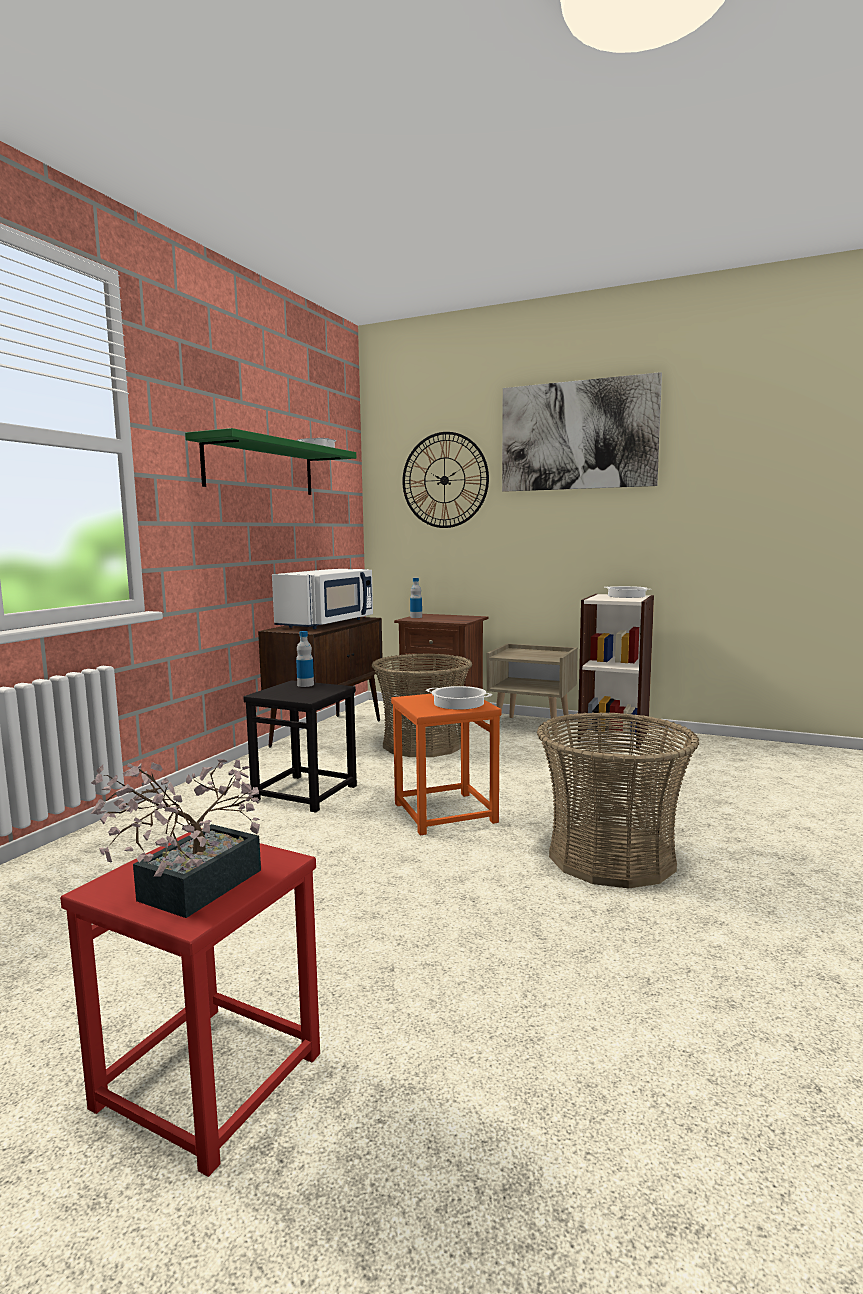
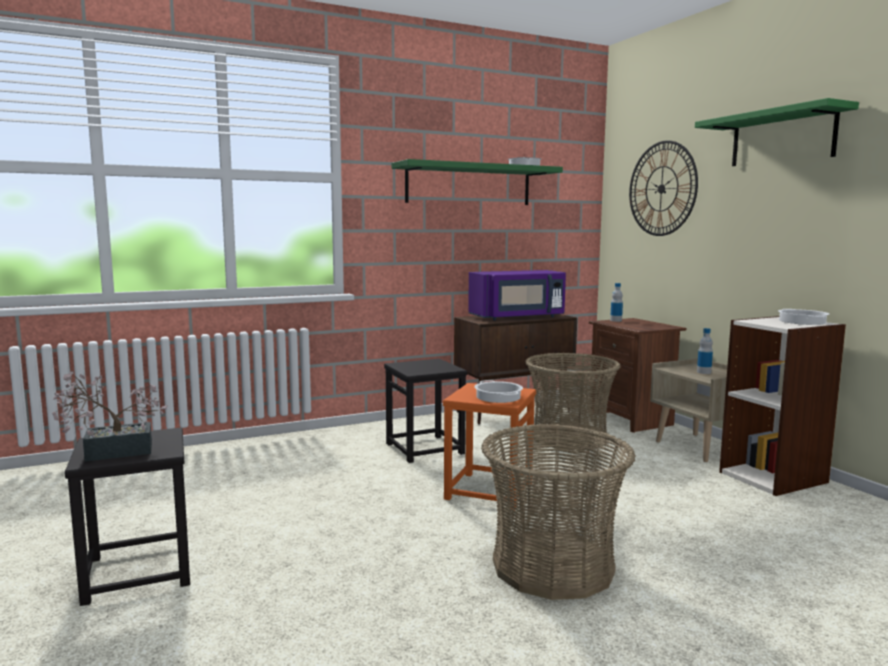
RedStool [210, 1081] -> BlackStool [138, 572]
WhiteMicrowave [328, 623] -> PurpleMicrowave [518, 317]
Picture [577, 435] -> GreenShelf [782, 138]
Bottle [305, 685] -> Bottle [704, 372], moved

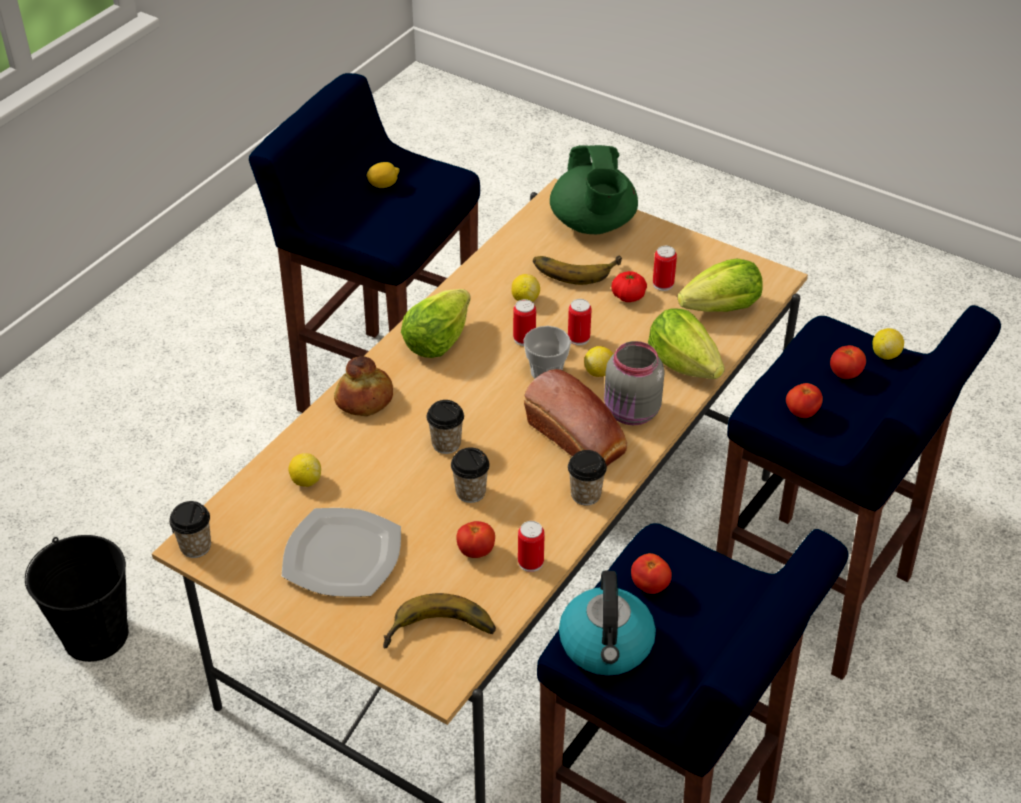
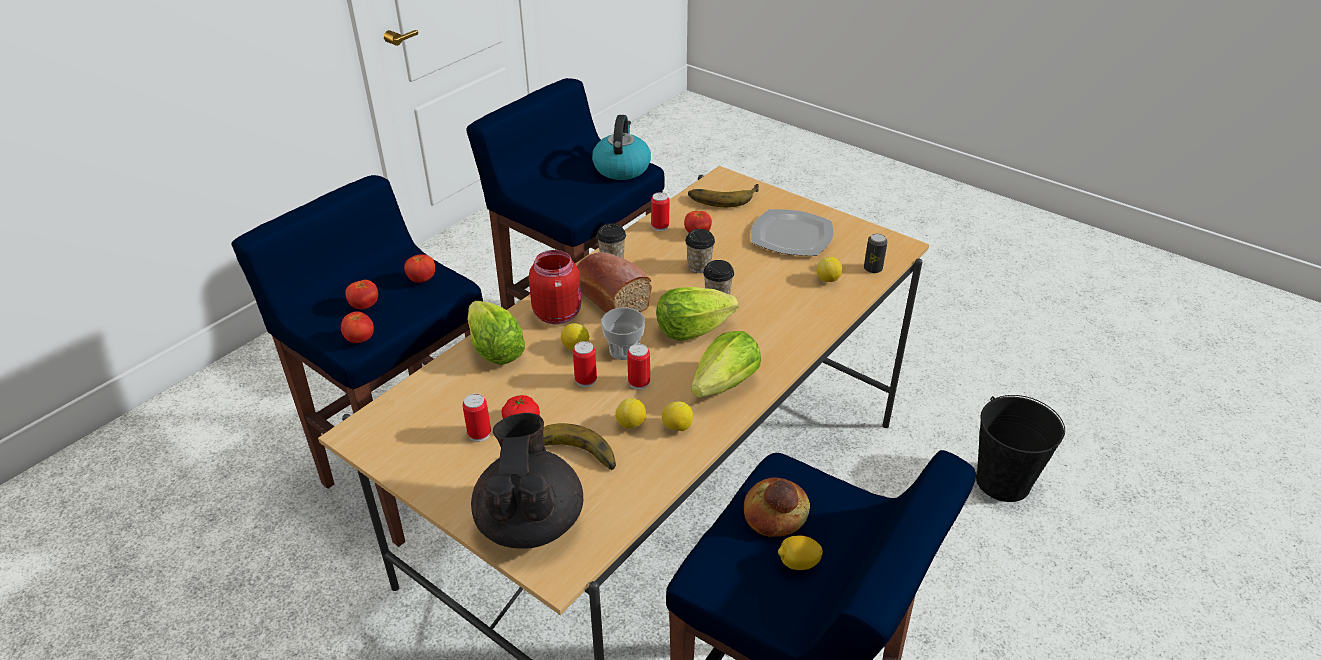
Tomato [650, 586] -> Tomato [360, 339], moved
GreenTeapot [593, 224] -> BlackTeapot [530, 521]
GreyJar [631, 413] -> RedJar [558, 313]
Lettuce [722, 308] -> Lettuce [691, 330], moved
Lemon [885, 354] -> Lemon [677, 427], moved
Bread [365, 399] -> Bread [774, 513], moved
none -> Can [873, 268]
Cup [195, 546] -> none

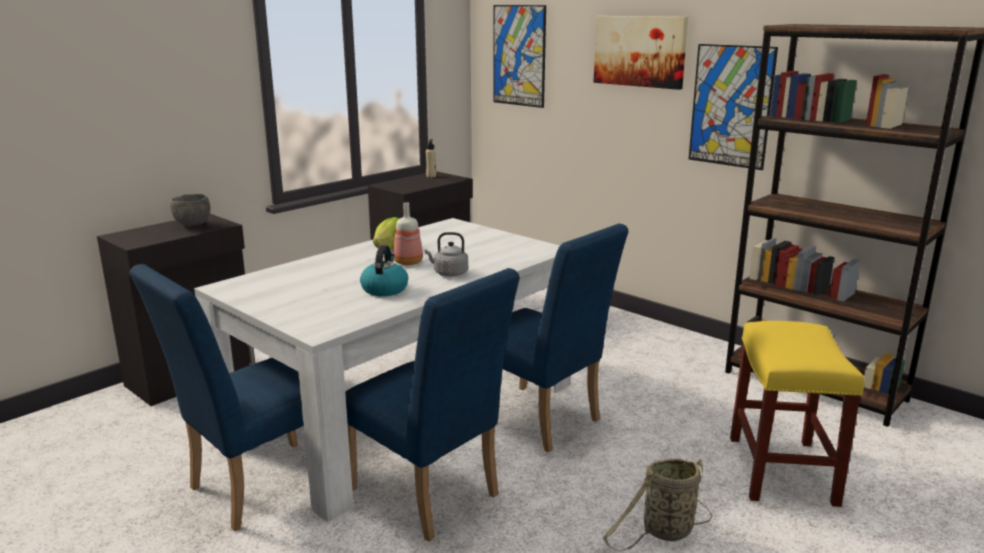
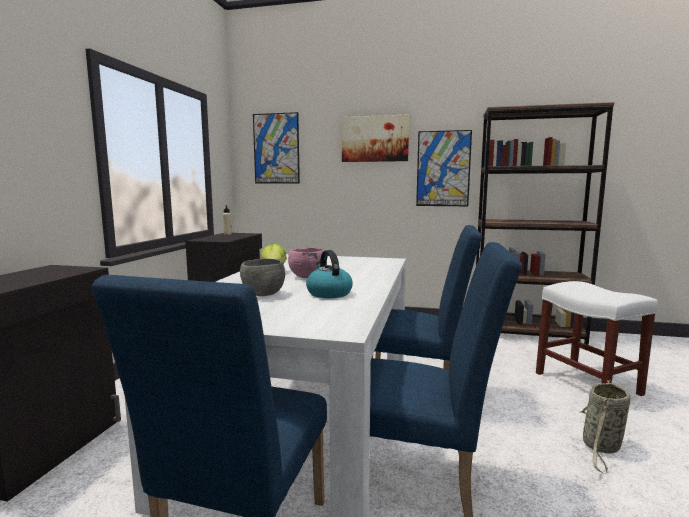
GreyBowl [192, 225] -> GreyBowl [263, 294], moved
Bottle [407, 262] -> PinkBowl [307, 277]
YellowStool [782, 471] -> WhiteStool [588, 384]
GreyKettle [449, 273] -> none

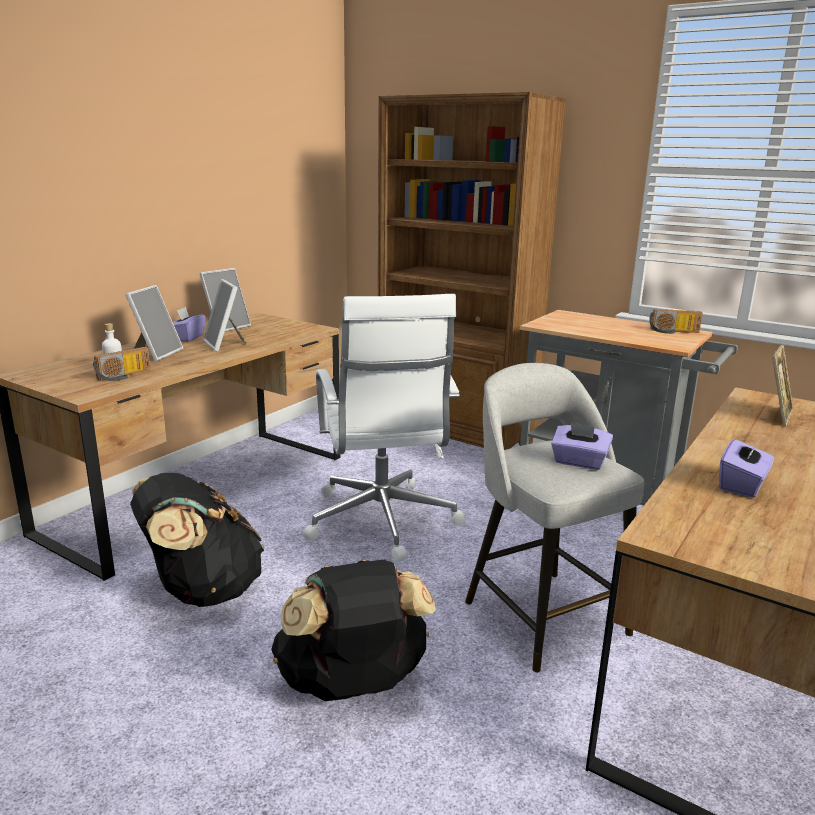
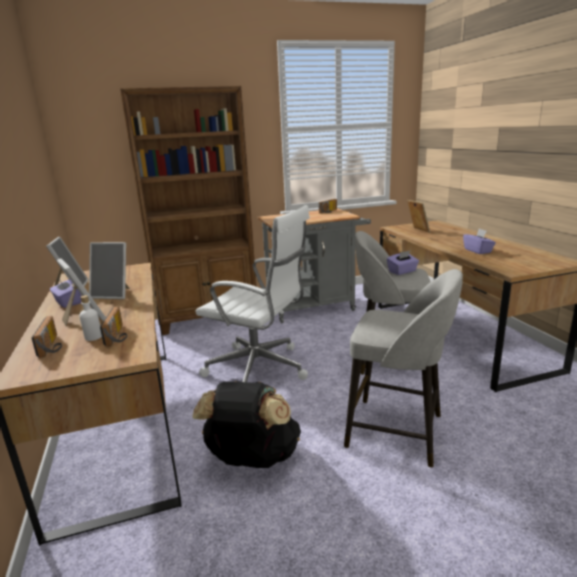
none -> Radio [53, 346]
BlackBackpack [353, 685] -> GreyStool [398, 431]

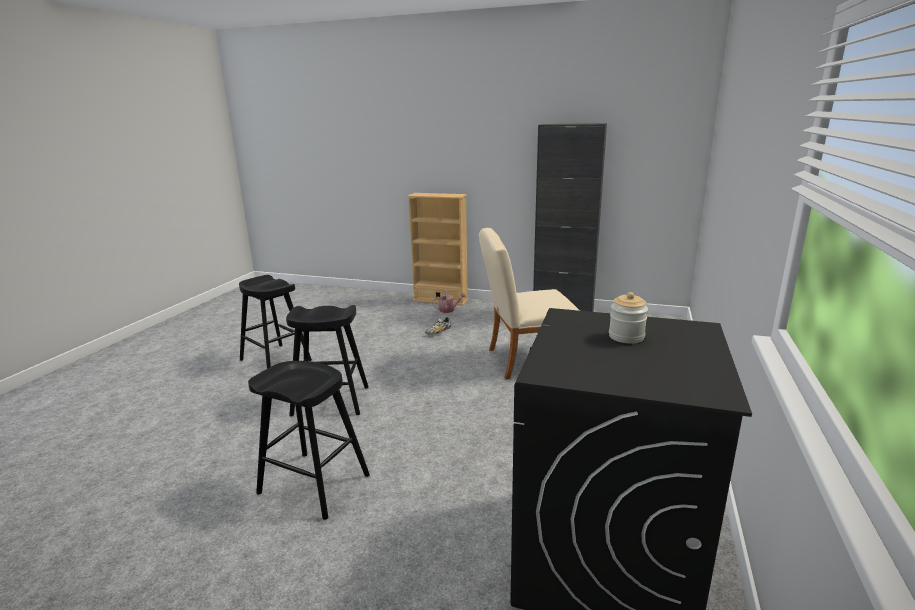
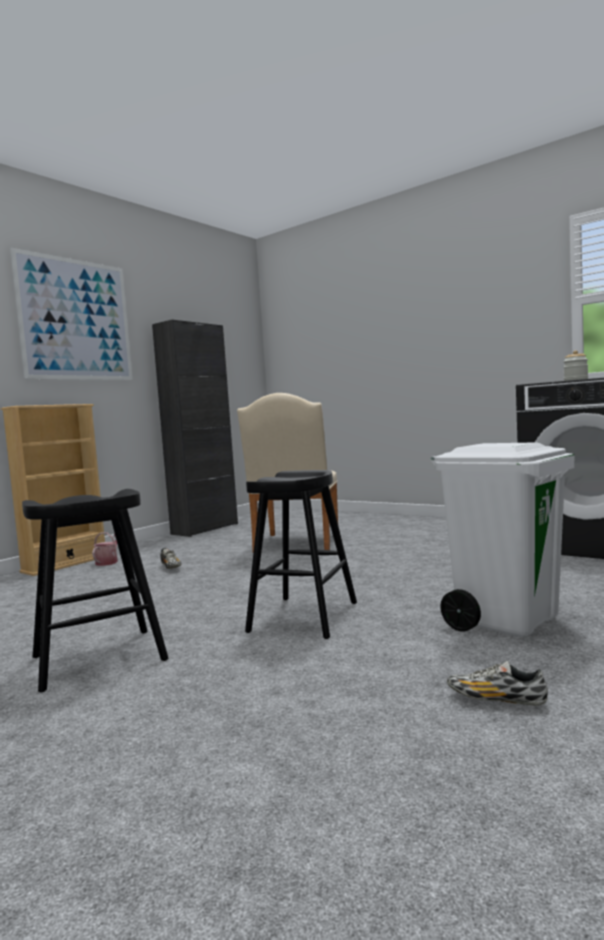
none -> Picture [76, 319]
BlackStool [314, 484] -> WhiteTrashCan [506, 620]
none -> Shoe [496, 700]

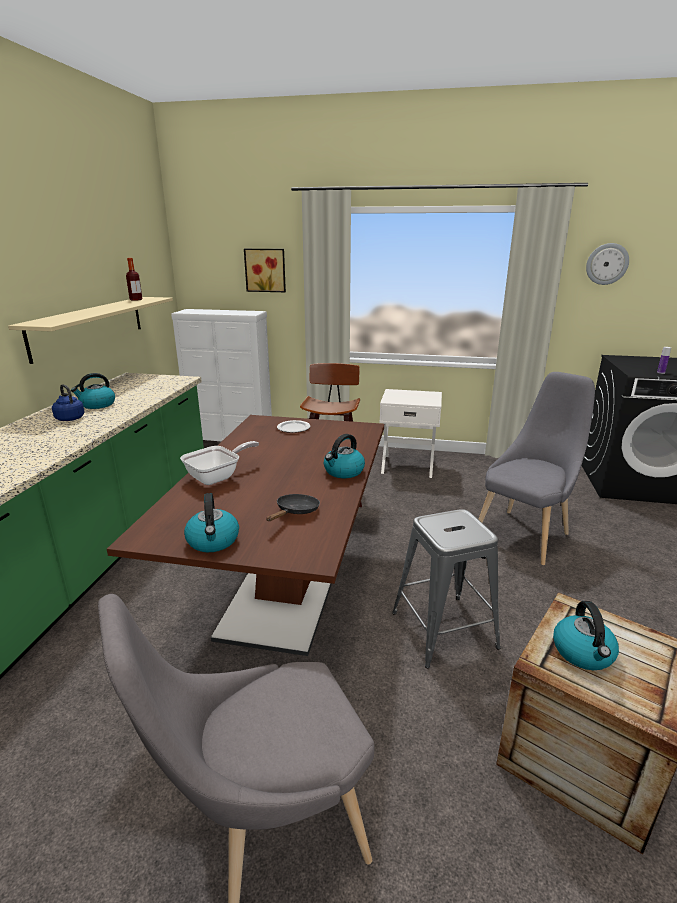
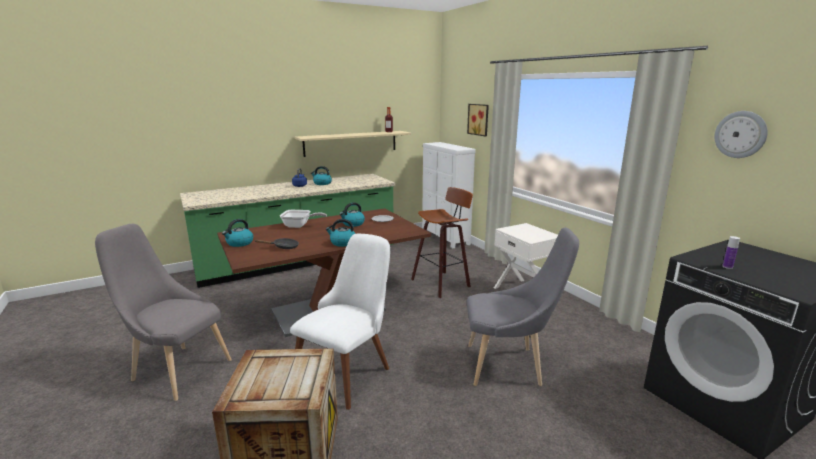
GreyStool [443, 630] -> WhiteChair [349, 368]
Kettle [583, 653] -> Kettle [353, 224], moved

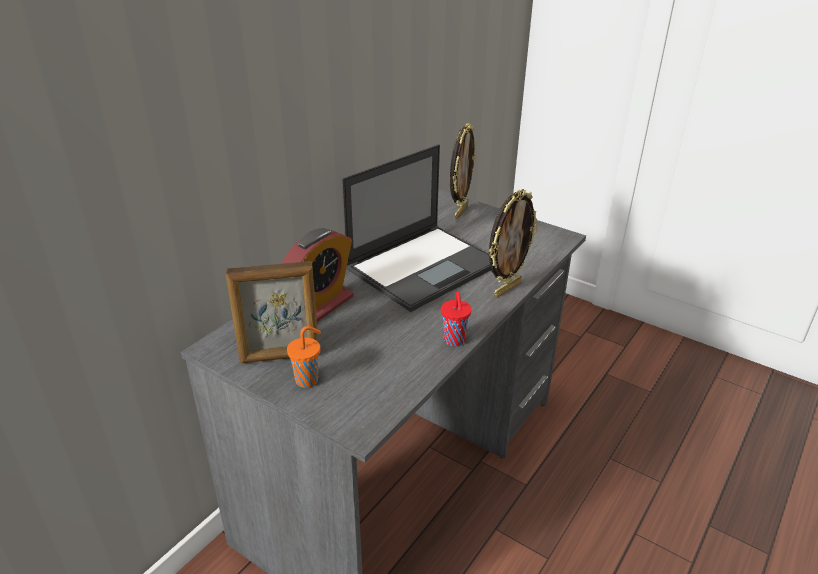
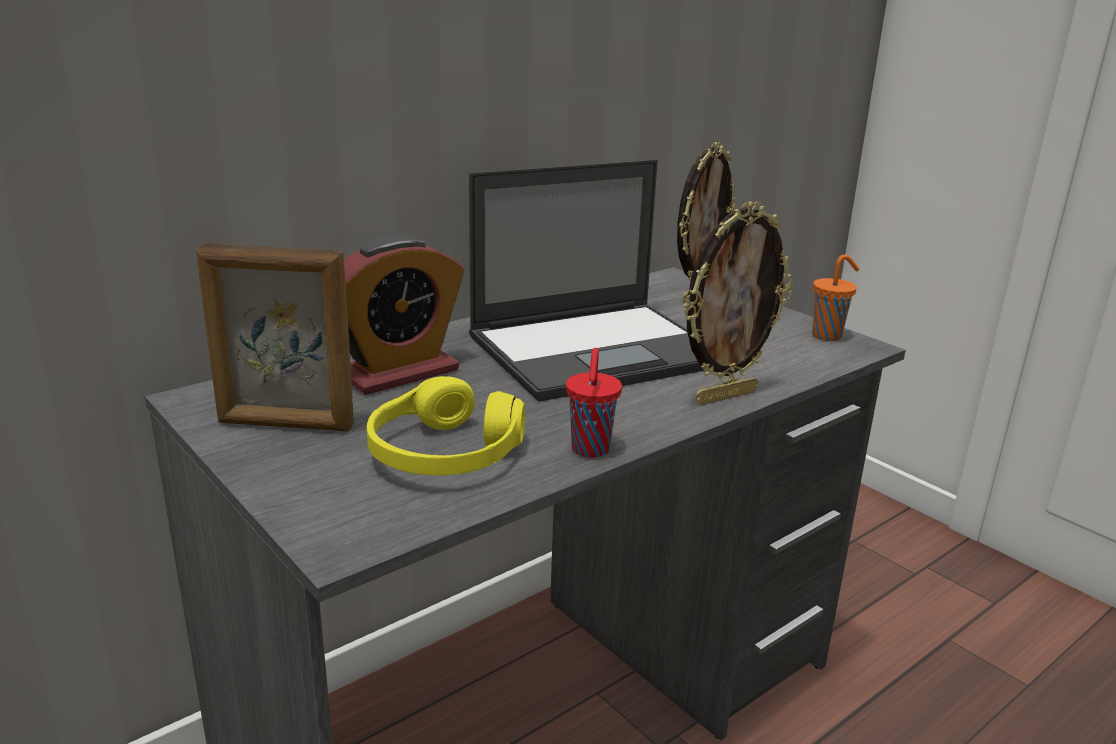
none -> YellowHeadphones [444, 453]
OrangeCup [308, 380] -> OrangeCup [828, 336], moved

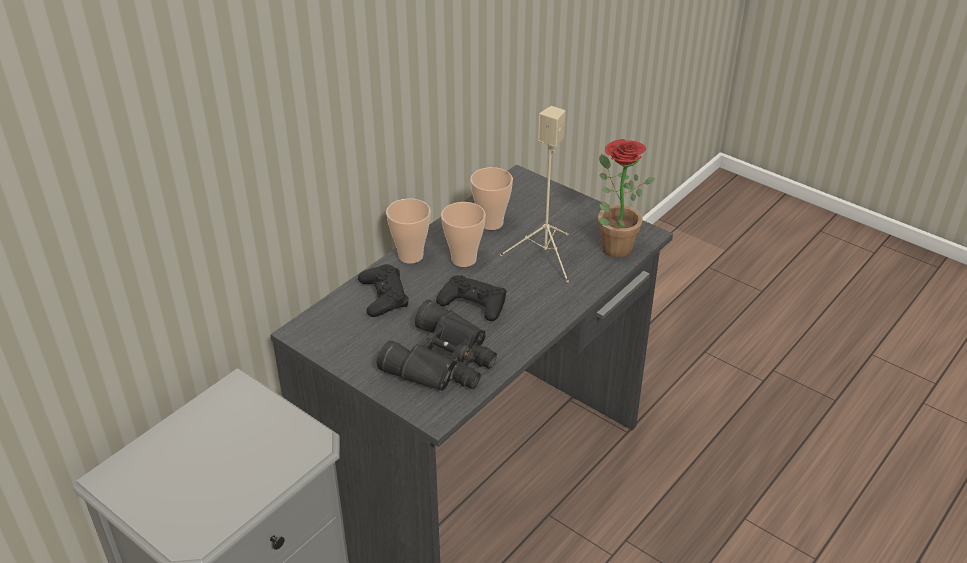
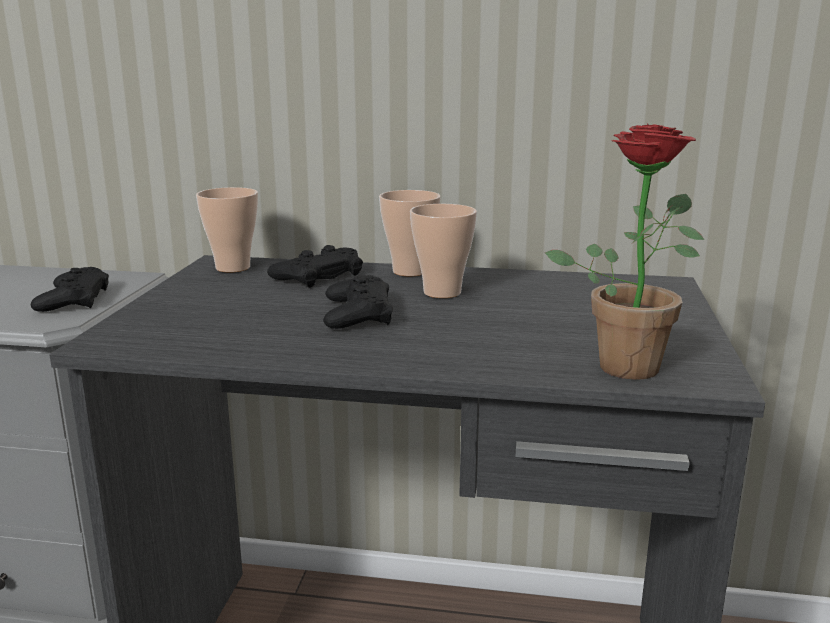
none -> BlackGameController [73, 299]
Cup [491, 223] -> Cup [233, 267], moved
BlackBinoculars [444, 361] -> none
BeigeSpeaker [546, 257] -> none

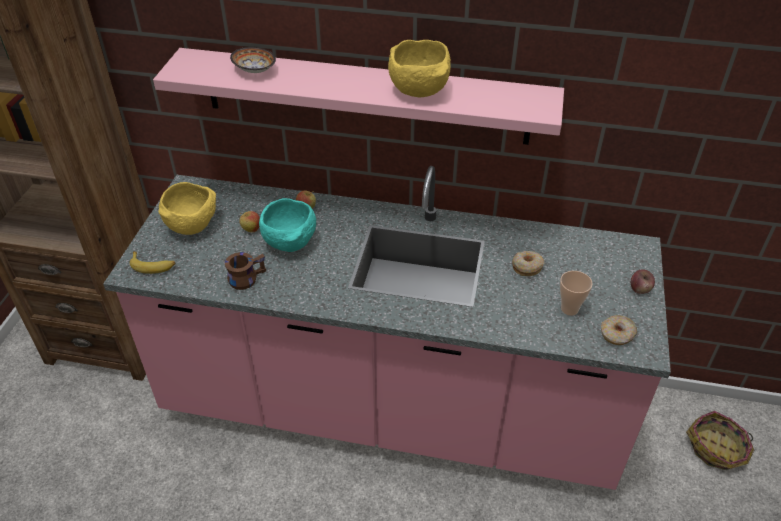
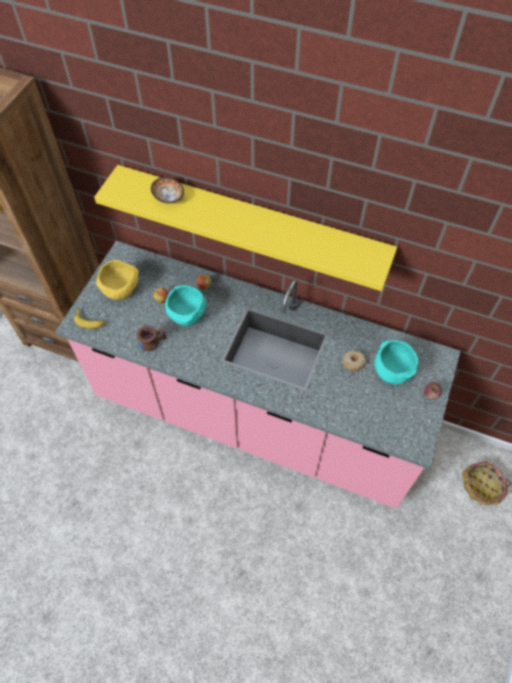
PinkShelf [365, 96] -> YellowShelf [251, 221]
none -> TurquoiseBowl [391, 371]
YellowBowl [420, 91] -> none
Cup [569, 309] -> none
Donut [617, 335] -> none

